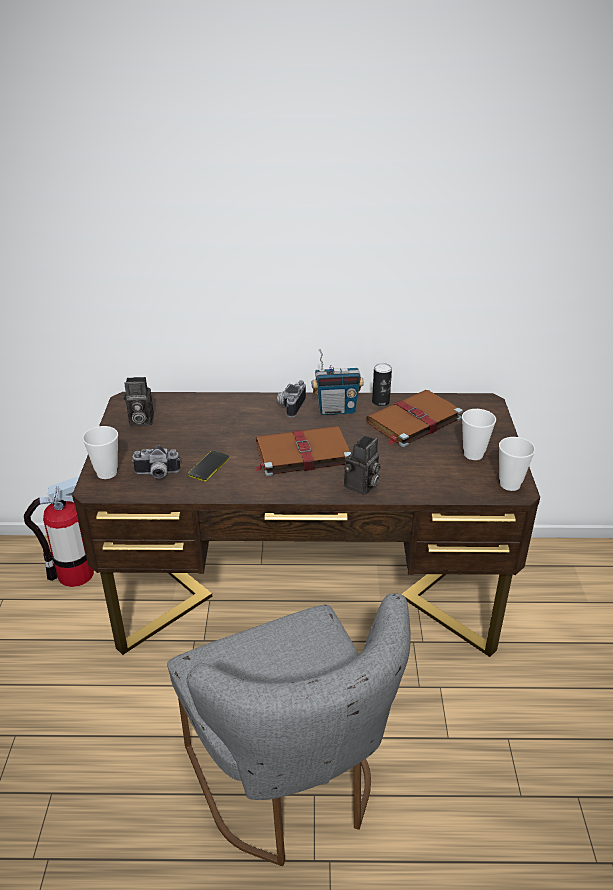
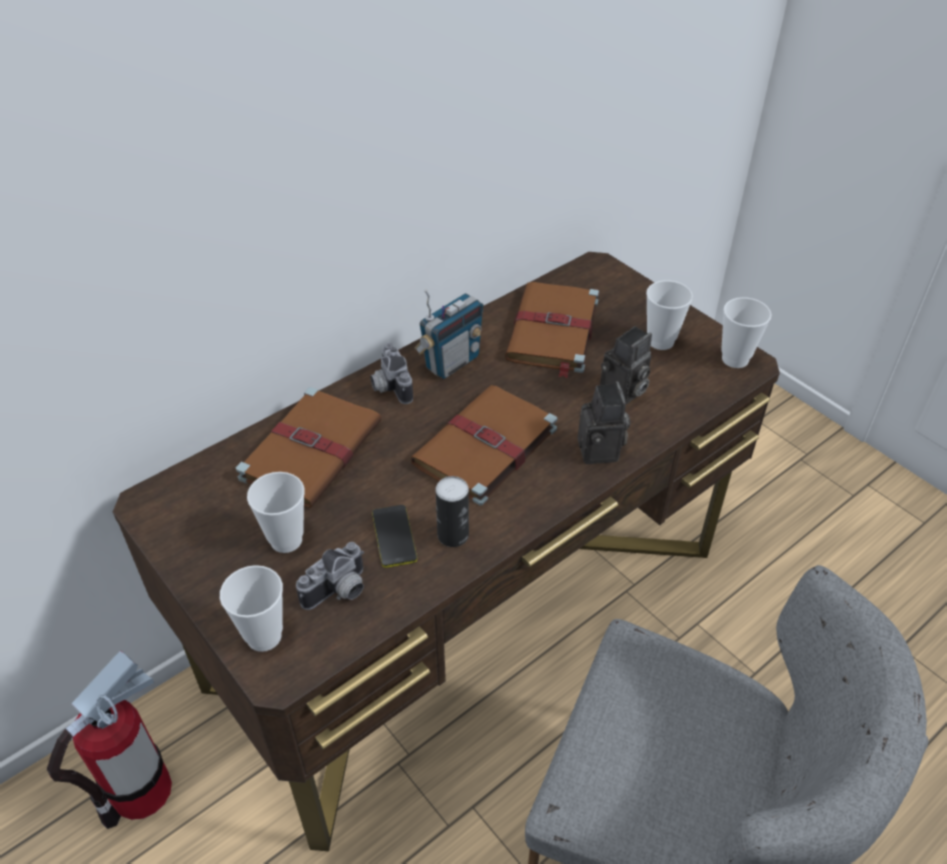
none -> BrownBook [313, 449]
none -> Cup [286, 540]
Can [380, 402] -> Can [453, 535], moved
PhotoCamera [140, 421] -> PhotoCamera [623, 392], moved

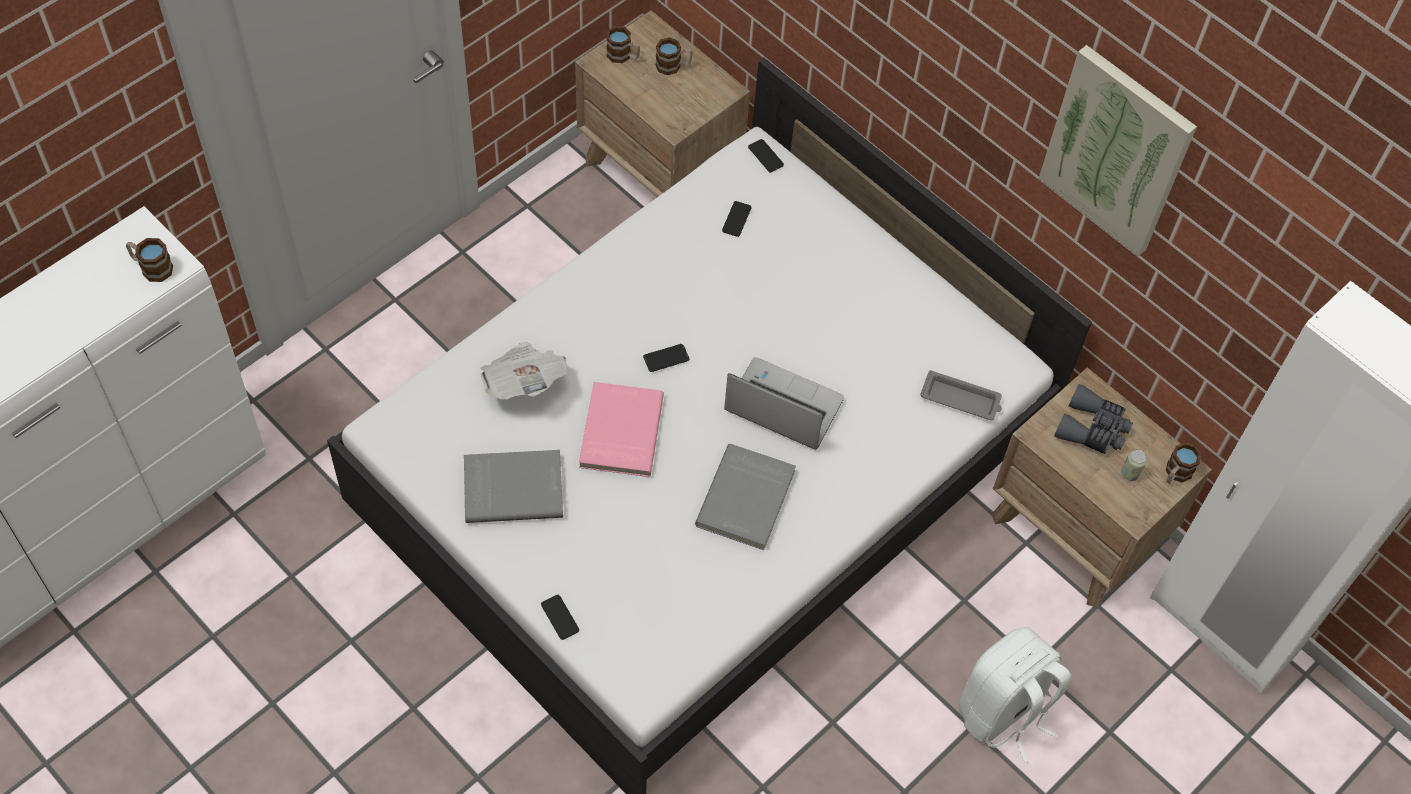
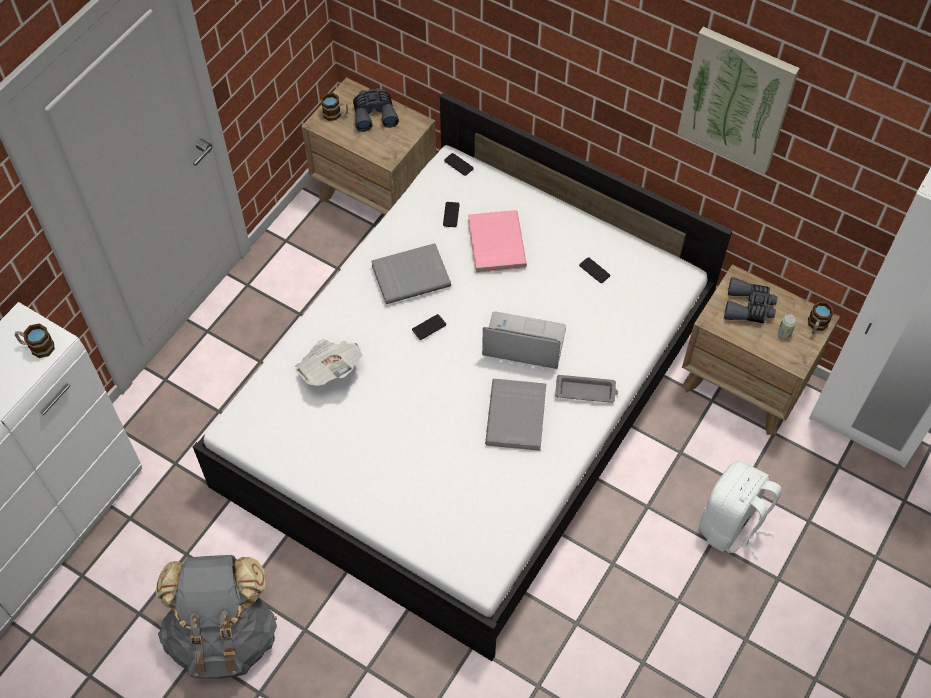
none -> GreyBackpack [224, 635]
Mug [673, 66] -> GreyBinoculars [374, 114]
GreyBook [513, 487] -> GreyBook [410, 274], moved
PinkBook [619, 431] -> PinkBook [495, 243], moved
GreyTray [961, 399] -> GreyTray [586, 391], moved
Phone [560, 617] -> Phone [594, 270], moved

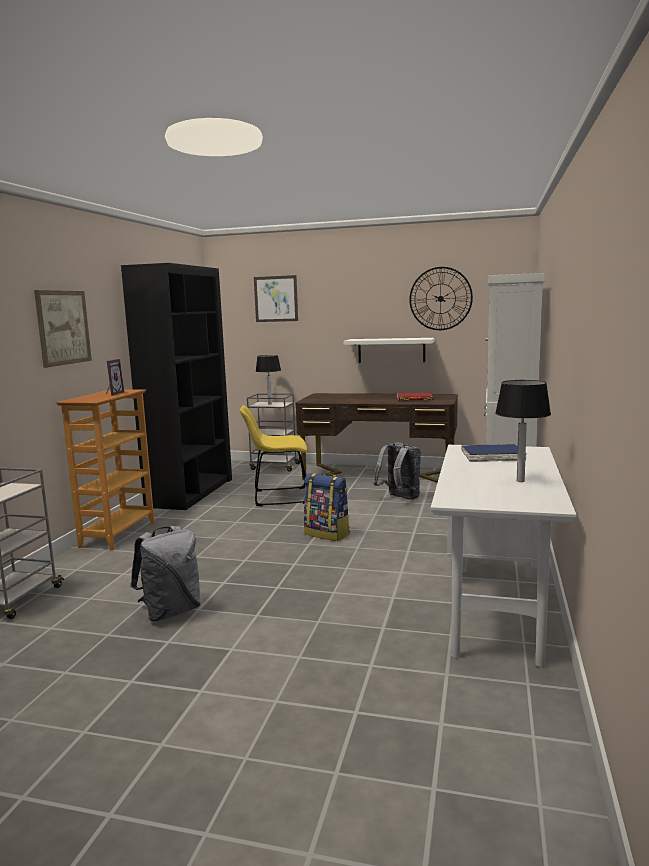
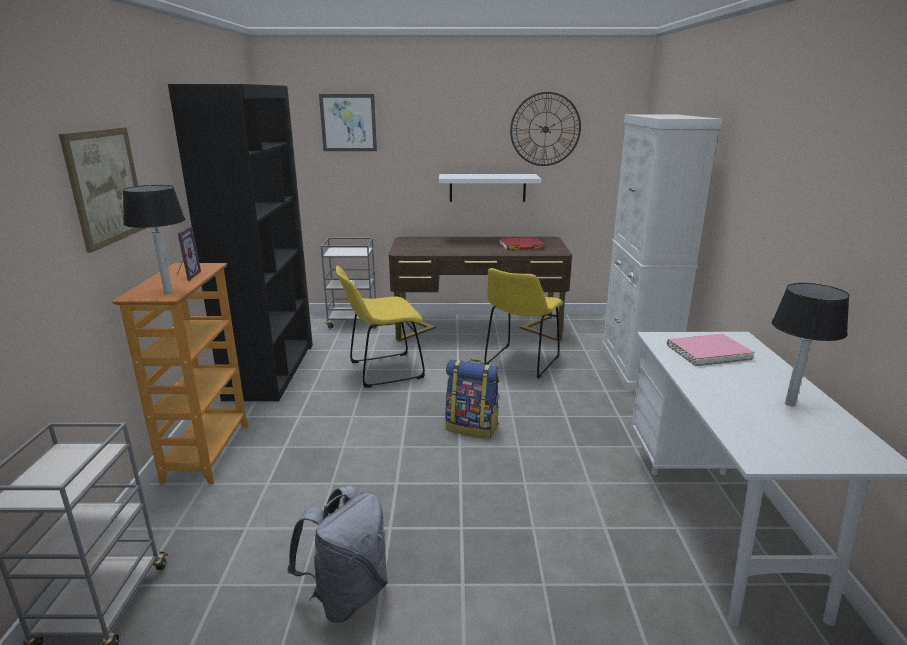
TableLamp [269, 404] -> TableLamp [167, 292], moved
GreyBackpack [399, 498] -> YellowChair [520, 363]
BlueBook [492, 456] -> PinkBook [708, 353]

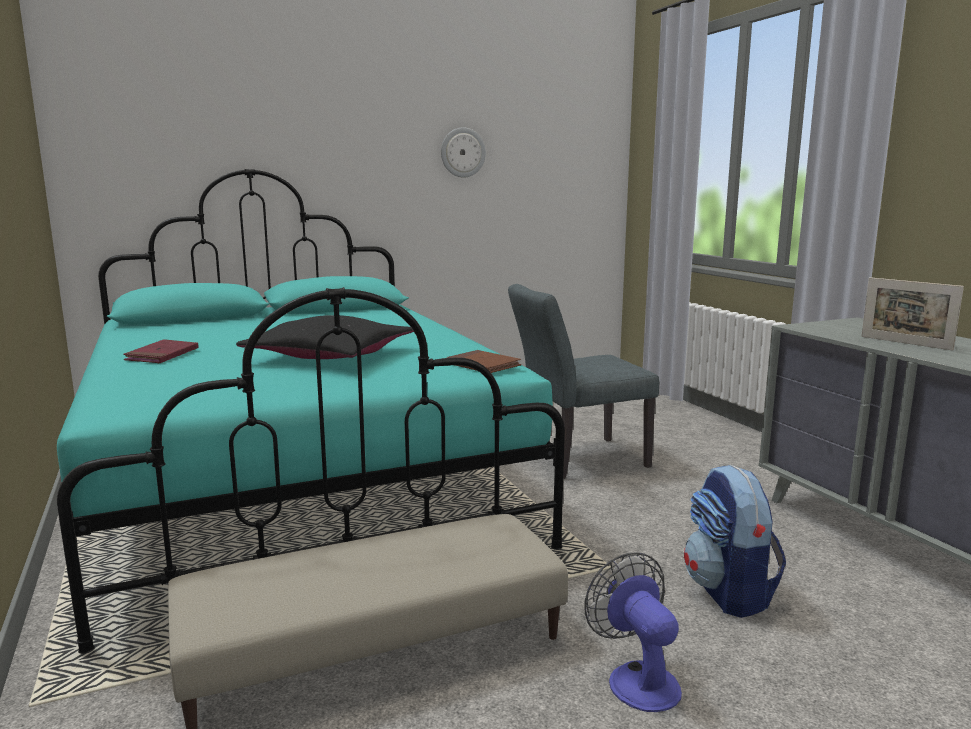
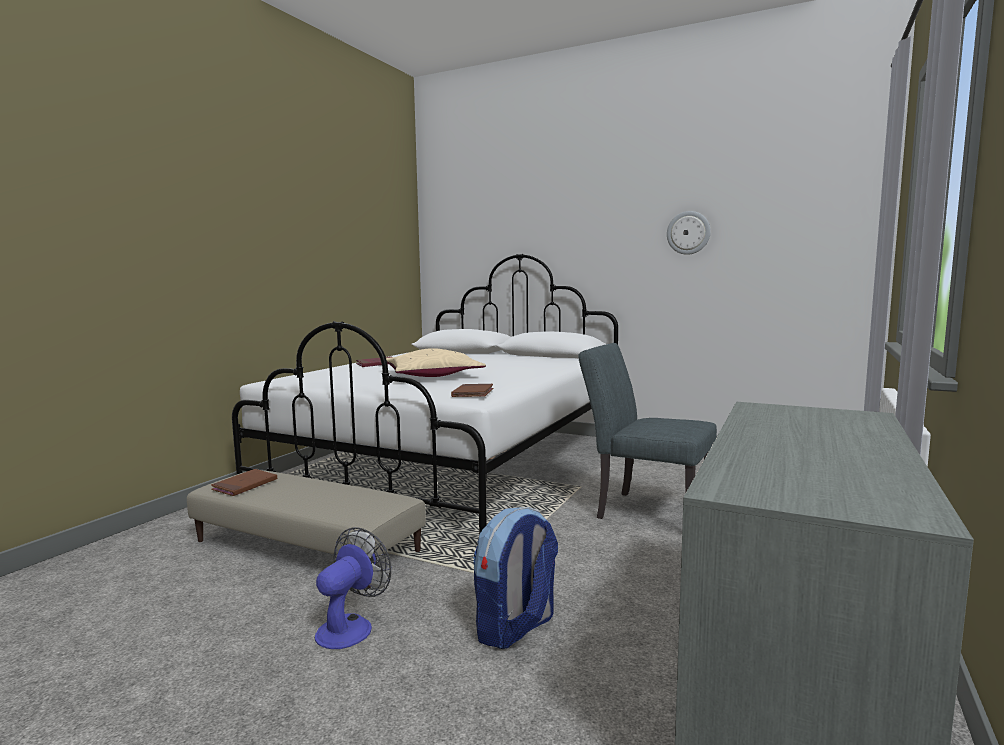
none -> BrownBook [245, 485]
TurquoiseBed [299, 481] -> WhiteBed [455, 466]
BlackPillow [331, 356] -> BeigePillow [432, 376]
PictureFrame [905, 343] -> none

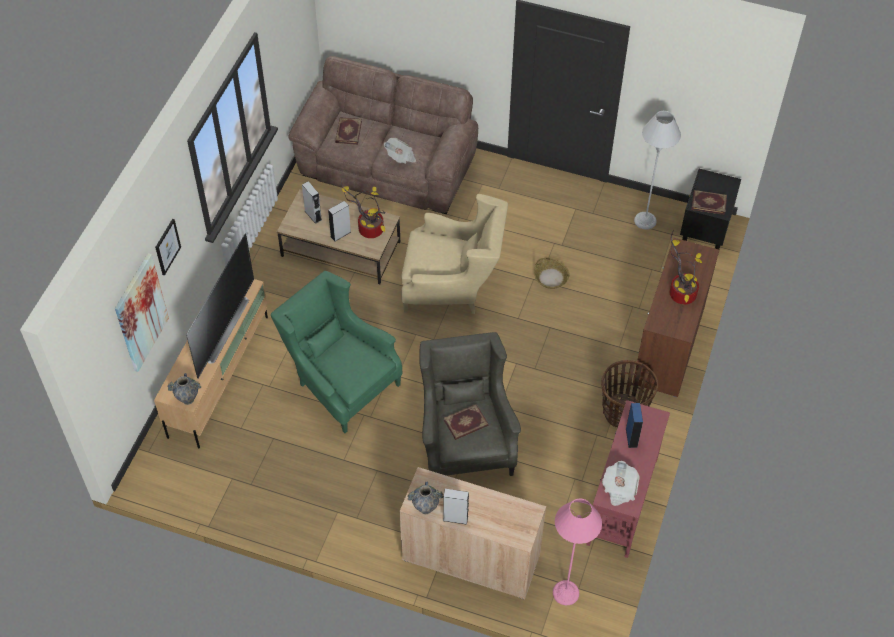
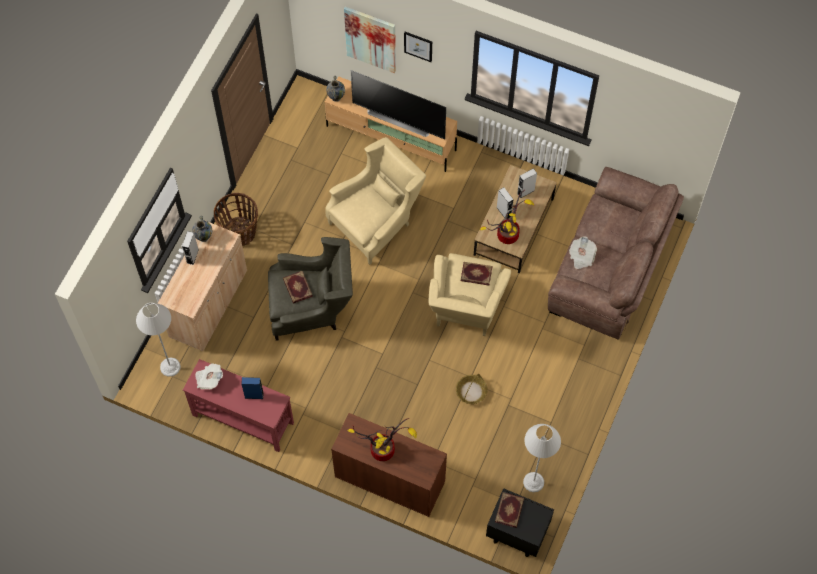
PinkFloorLamp [566, 593] -> GreyFloorLamp [170, 367]
Basket [623, 412] -> Basket [240, 232], moved
GreenArmchair [340, 382] -> BeigeArmchair [376, 222]
Book [348, 132] -> Book [476, 273], moved

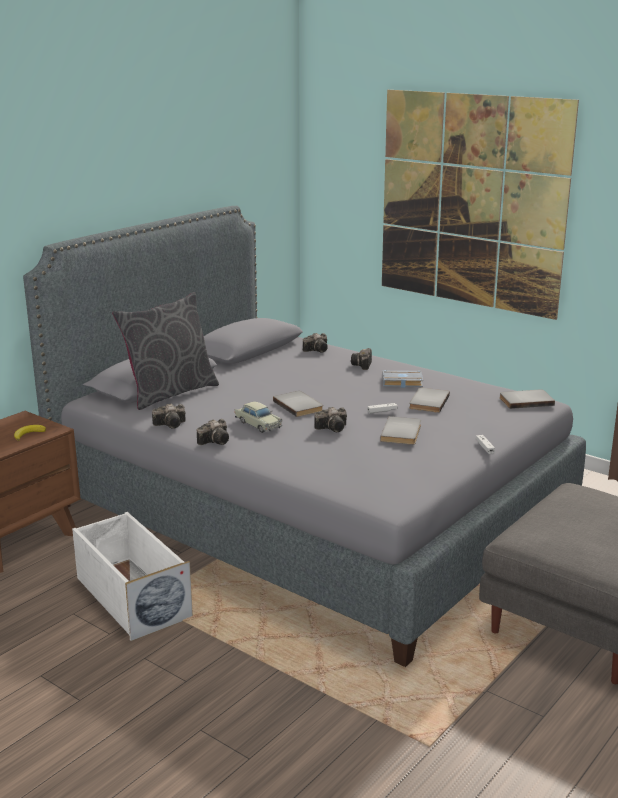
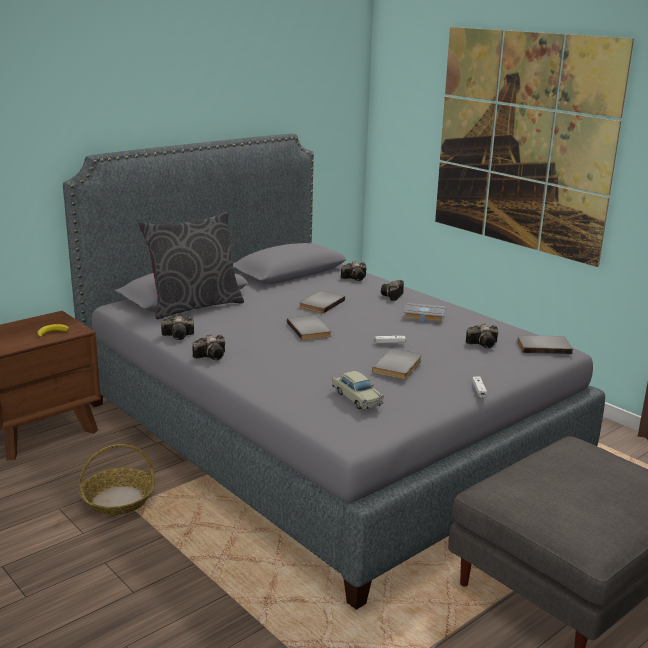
WhiteStorageBox [131, 597] -> Basket [118, 499]
GreyBook [427, 402] -> GreyBook [320, 303], moved
BeigeToyCar [258, 424] -> BeigeToyCar [357, 398], moved
PhotoCamera [333, 428] -> PhotoCamera [484, 344], moved

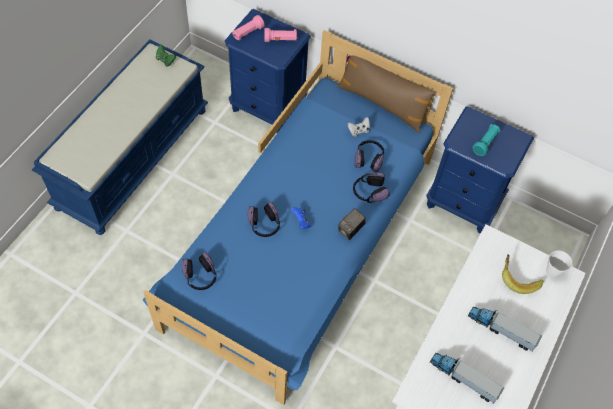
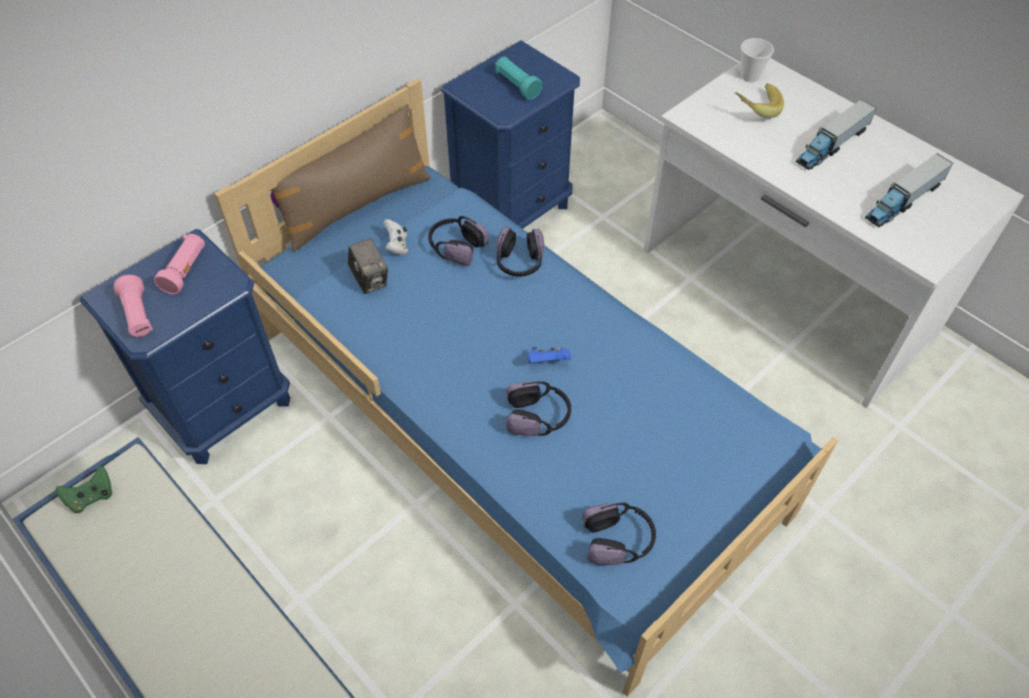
PhotoCamera [350, 230] -> PhotoCamera [370, 280], moved

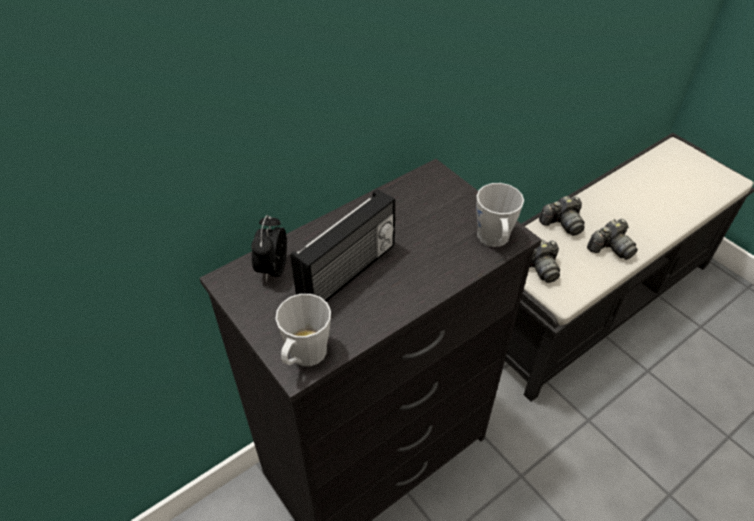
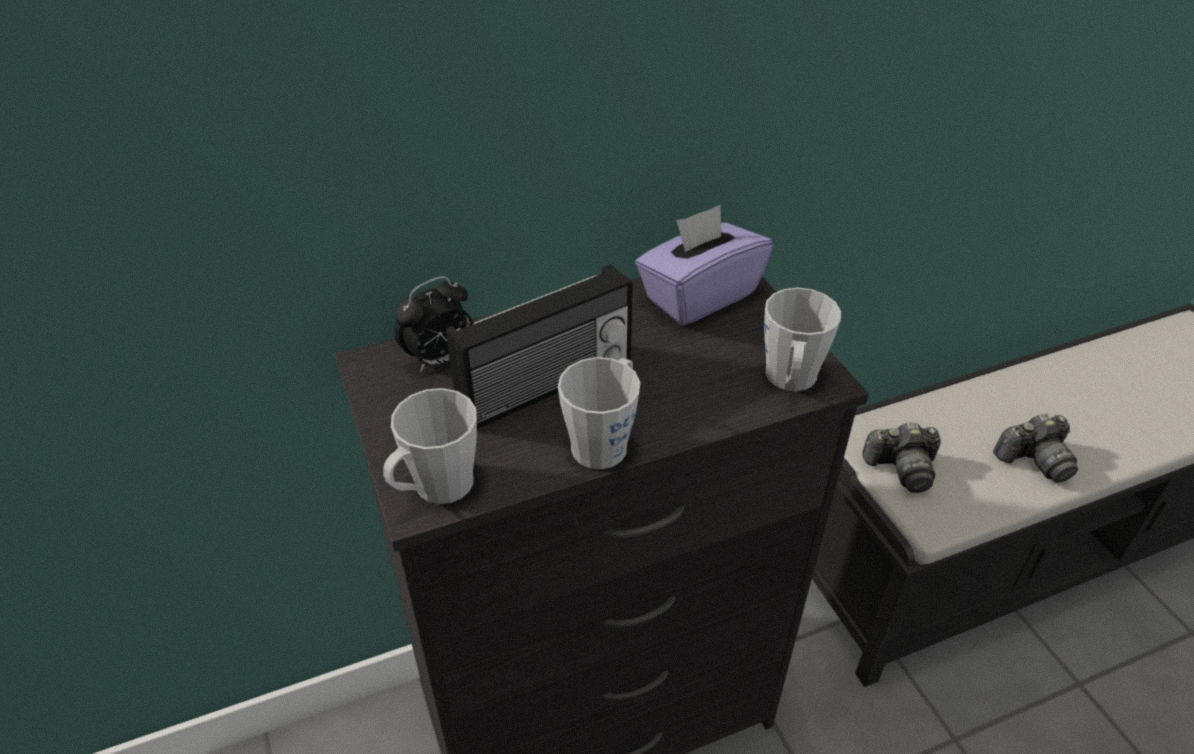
AlarmClock [272, 269] -> AlarmClock [440, 360], 150 degrees counterclockwise
none -> GreyMug [604, 440]
none -> PurpleTissueBox [699, 295]
PhotoCamera [562, 223] -> none

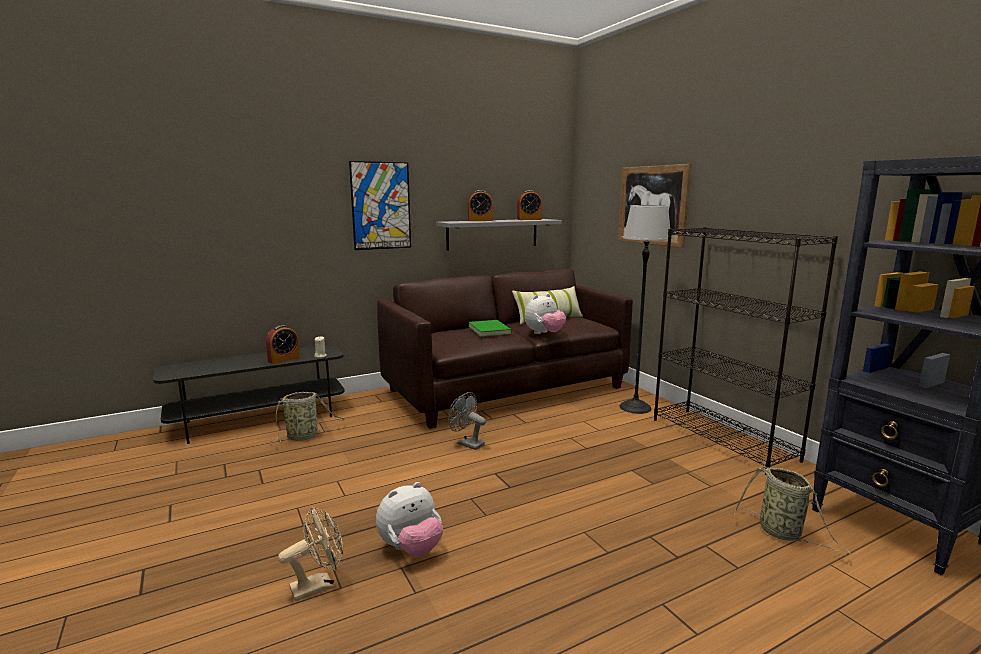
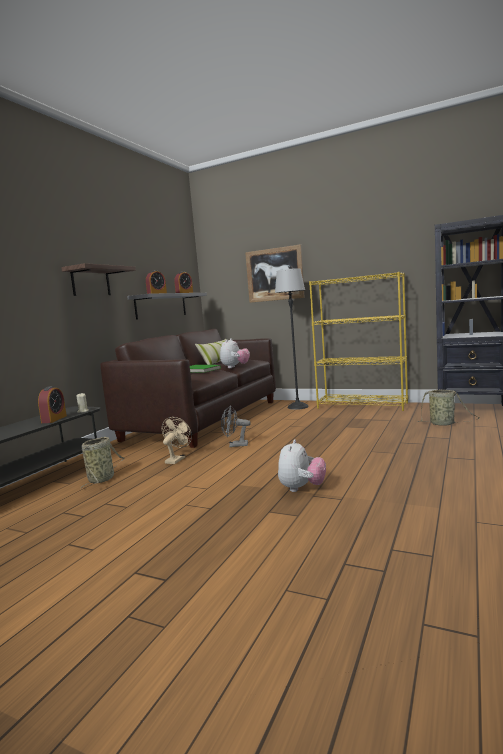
Picture [381, 206] -> Shelf [90, 282]
BeigeFan [318, 585] -> BeigeFan [177, 459], moved
BlackBookcase [723, 439] -> YellowBookcase [362, 405]

